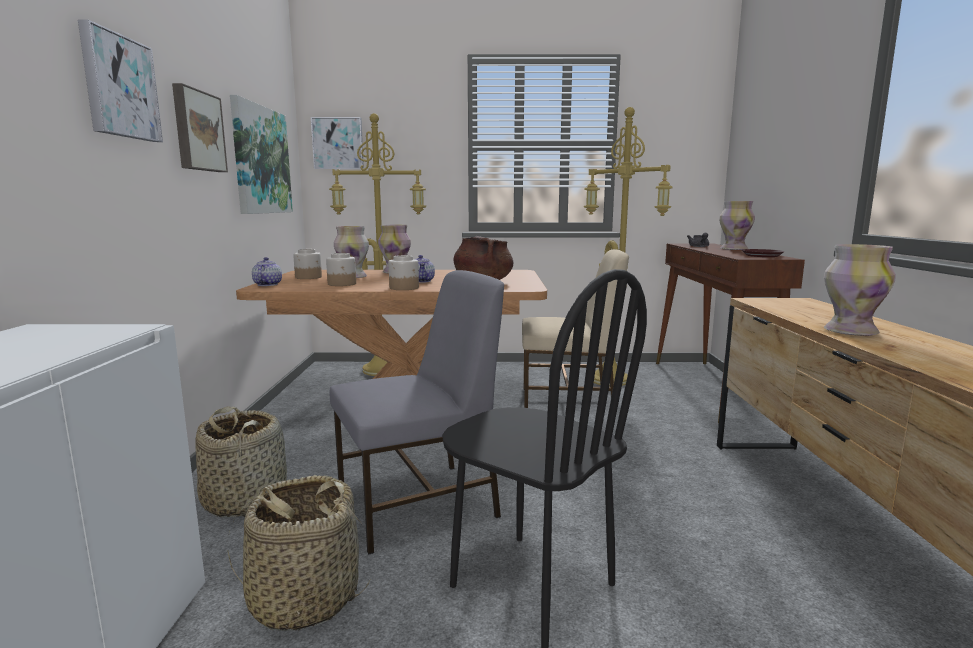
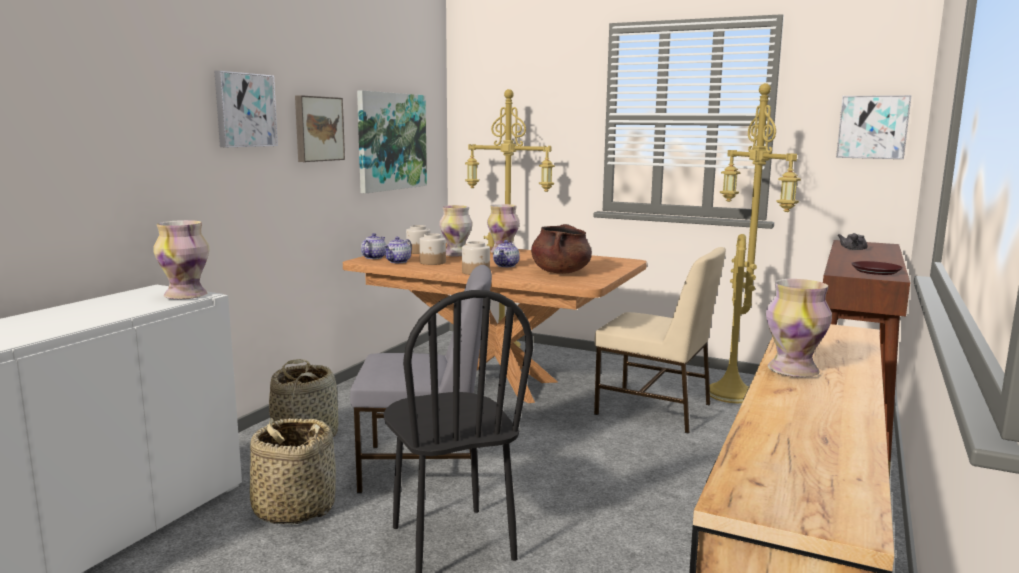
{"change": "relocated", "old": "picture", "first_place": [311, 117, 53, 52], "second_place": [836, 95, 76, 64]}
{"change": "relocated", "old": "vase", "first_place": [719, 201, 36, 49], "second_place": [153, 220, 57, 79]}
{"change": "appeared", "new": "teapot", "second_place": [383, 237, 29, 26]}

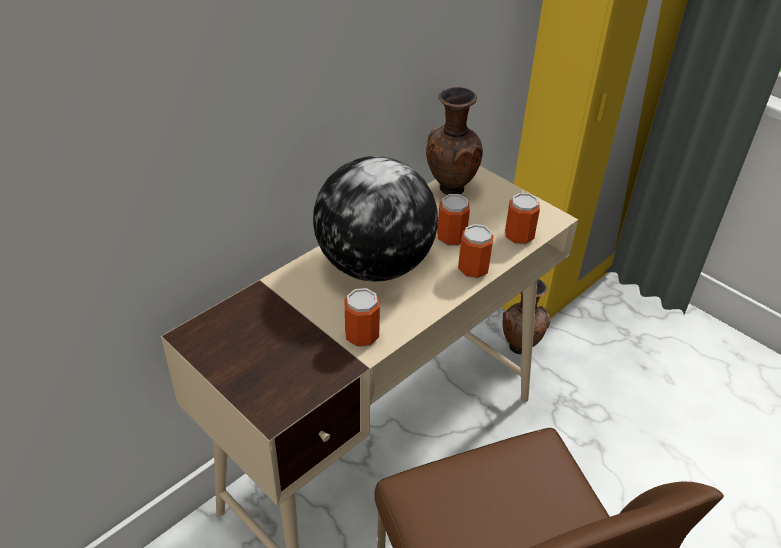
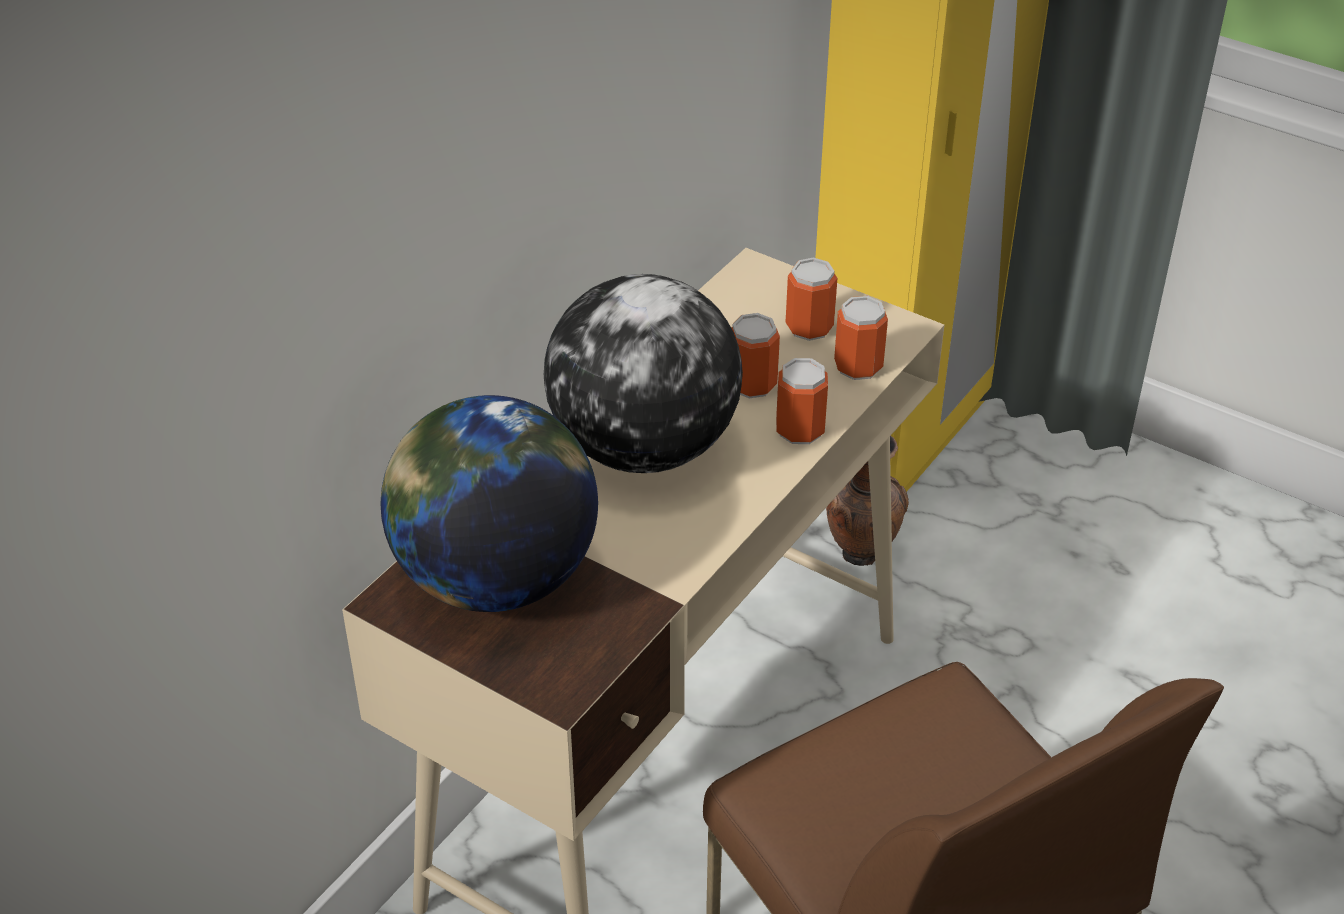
{"change": "relocated", "old": "can", "first_place": [345, 288, 35, 59], "second_place": [786, 257, 51, 84]}
{"change": "missing", "old": "brown vase", "first_place": [426, 87, 57, 108]}
{"change": "appeared", "new": "globe", "second_place": [380, 395, 218, 217]}

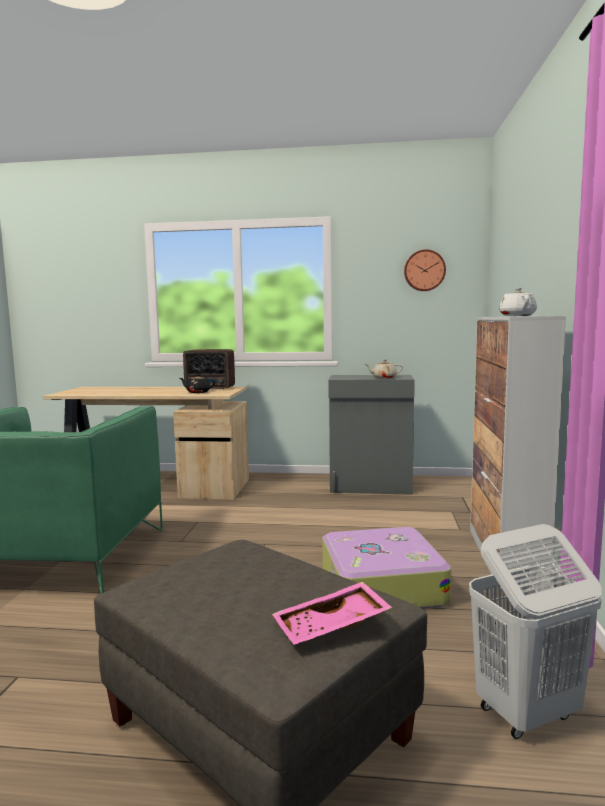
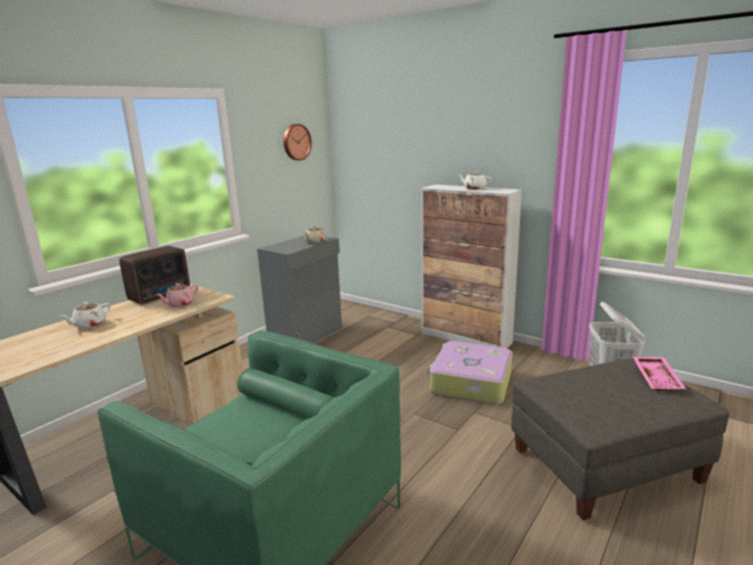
{"change": "colour", "old": "black teapot", "new": "pink teapot", "first_place": [180, 374, 35, 19], "second_place": [156, 283, 42, 24]}
{"change": "appeared", "new": "white teapot", "second_place": [60, 302, 51, 27]}

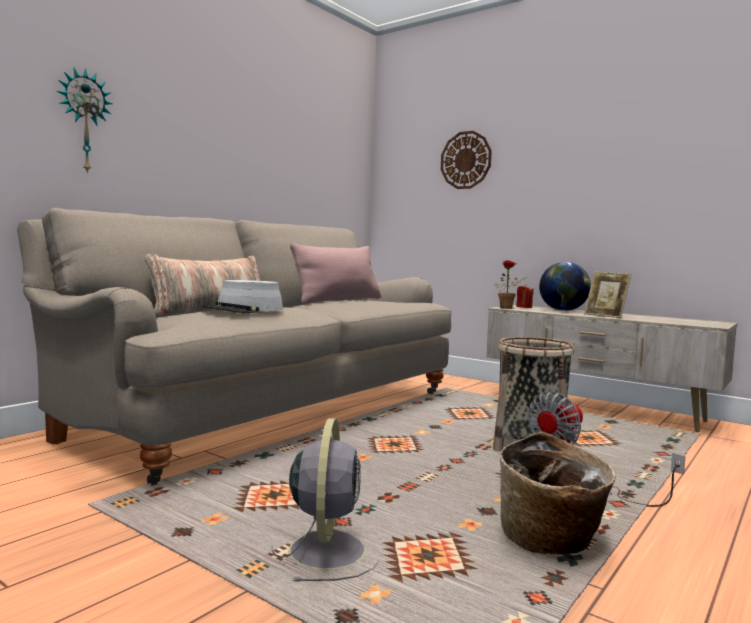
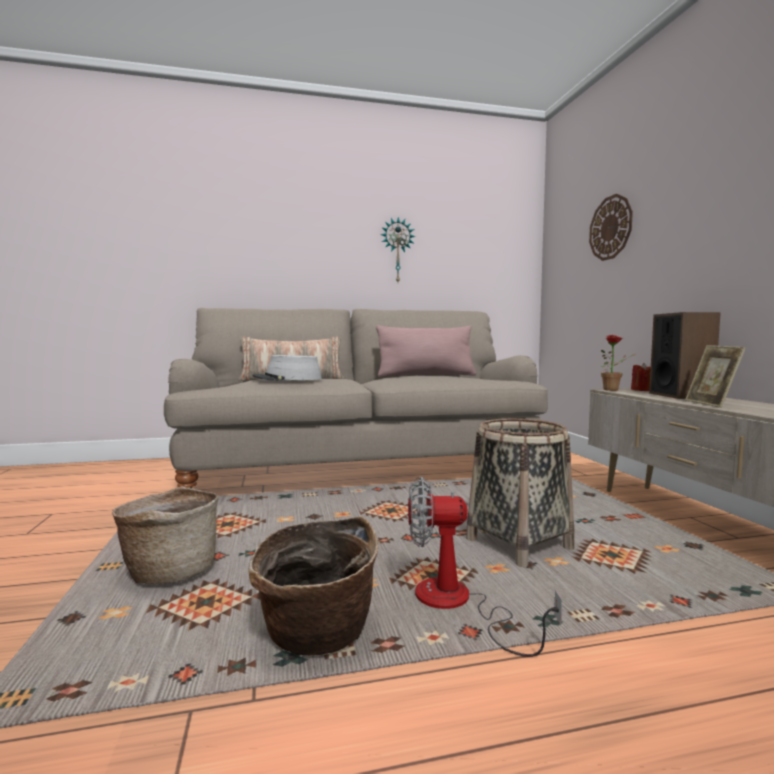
{"change": "relocated", "old": "wall clock", "first_place": [57, 68, 56, 106], "second_place": [381, 217, 35, 65]}
{"change": "exchanged", "old": "grey fan", "new": "basket", "first_place": [271, 418, 109, 164], "second_place": [112, 486, 106, 98]}
{"change": "exchanged", "old": "globe", "new": "speaker", "first_place": [539, 262, 52, 49], "second_place": [649, 312, 72, 87]}

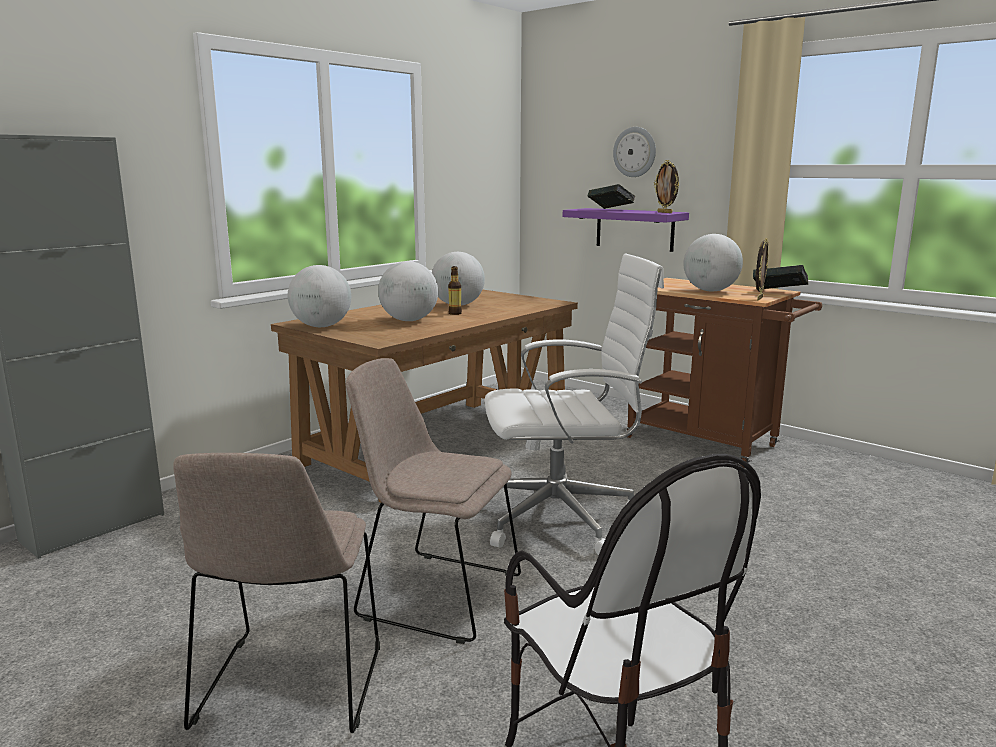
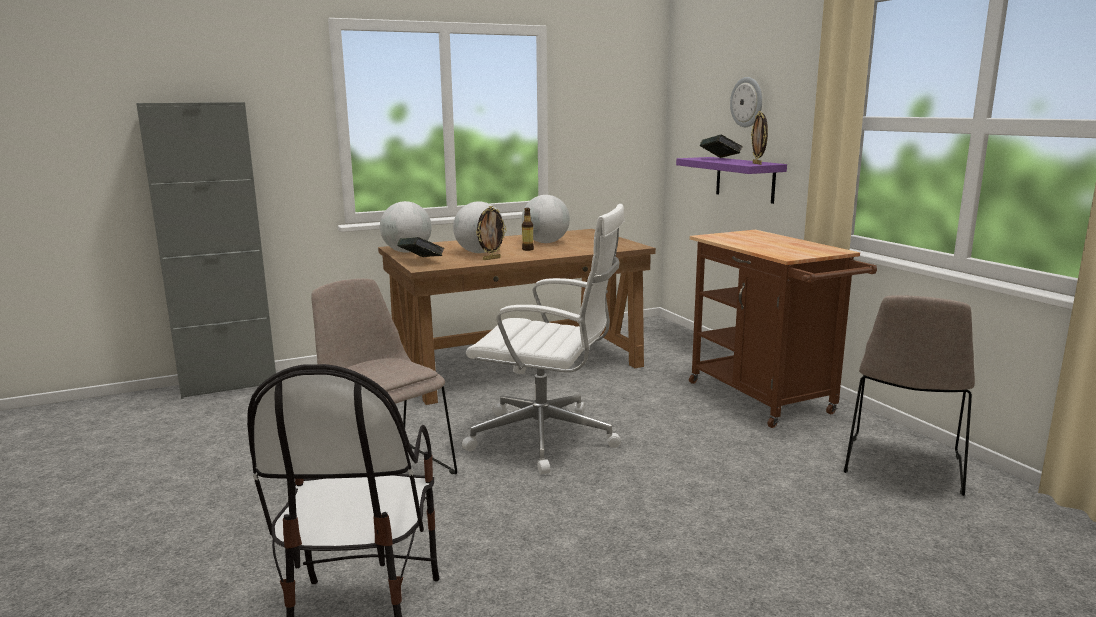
{"change": "relocated", "old": "beige chair", "first_place": [173, 453, 207, 280], "second_place": [844, 295, 131, 201]}
{"change": "missing", "old": "globe", "first_place": [683, 234, 60, 57]}
{"change": "relocated", "old": "book", "first_place": [753, 265, 55, 24], "second_place": [397, 237, 48, 20]}
{"change": "relocated", "old": "picture frame", "first_place": [756, 238, 12, 62], "second_place": [476, 206, 31, 54]}

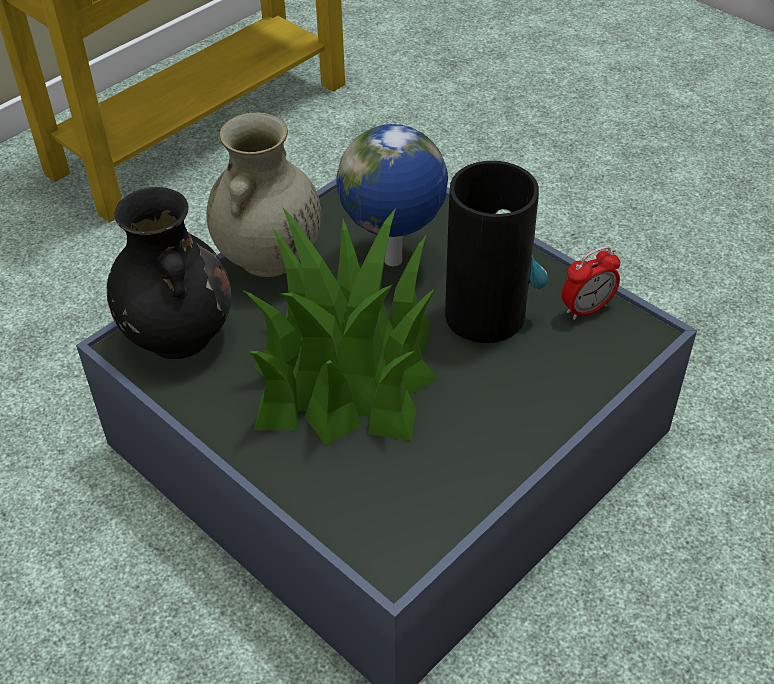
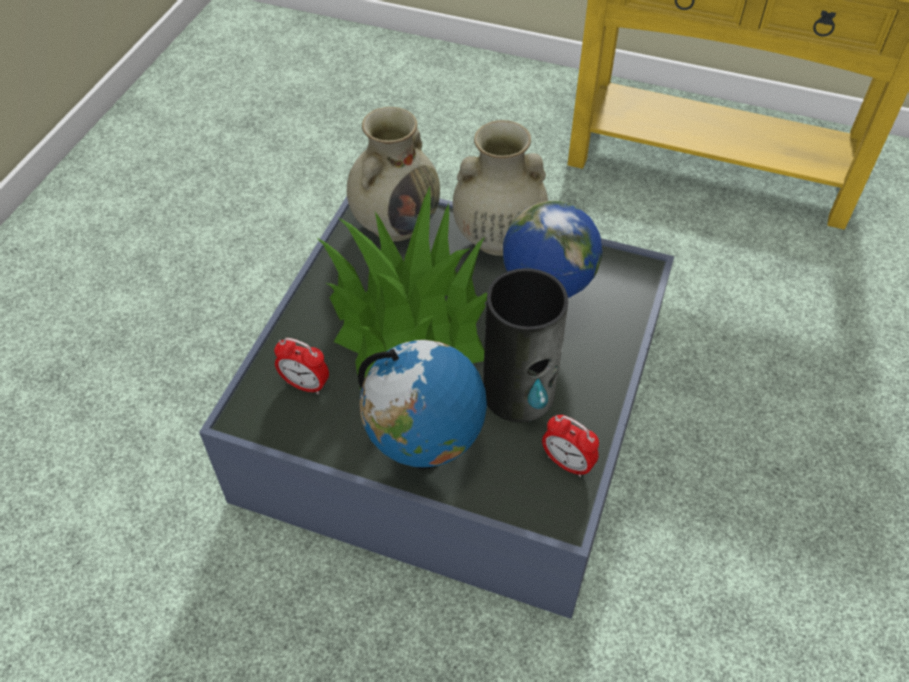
{"change": "colour", "old": "black vase", "new": "beige vase", "first_place": [107, 187, 124, 172], "second_place": [347, 107, 93, 134]}
{"change": "appeared", "new": "alarm clock", "second_place": [274, 338, 55, 56]}
{"change": "appeared", "new": "globe", "second_place": [358, 340, 129, 130]}

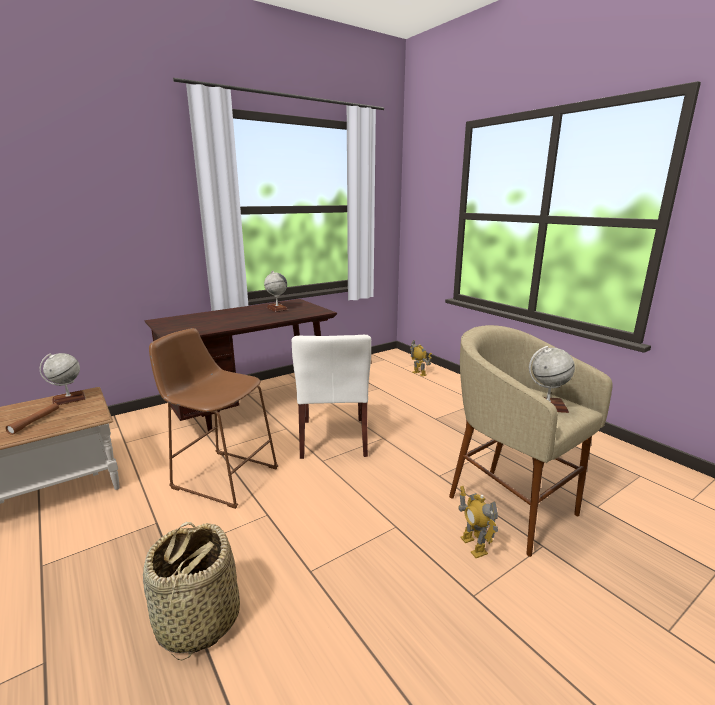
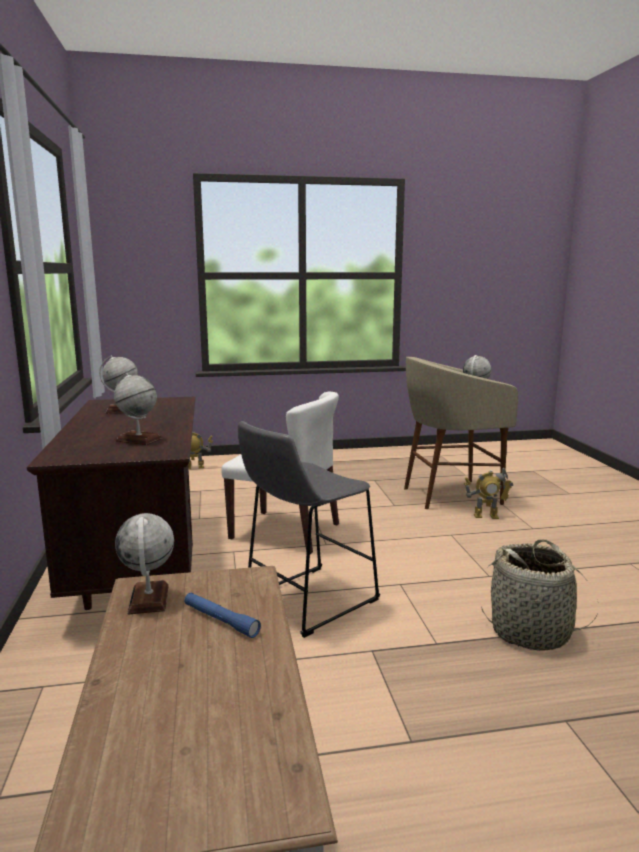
{"change": "colour", "old": "brown flashlight", "new": "blue flashlight", "first_place": [6, 403, 53, 32], "second_place": [184, 593, 77, 45]}
{"change": "colour", "old": "brown stool", "new": "grey stool", "first_place": [149, 328, 129, 181], "second_place": [238, 421, 142, 217]}
{"change": "appeared", "new": "globe", "second_place": [114, 373, 48, 72]}

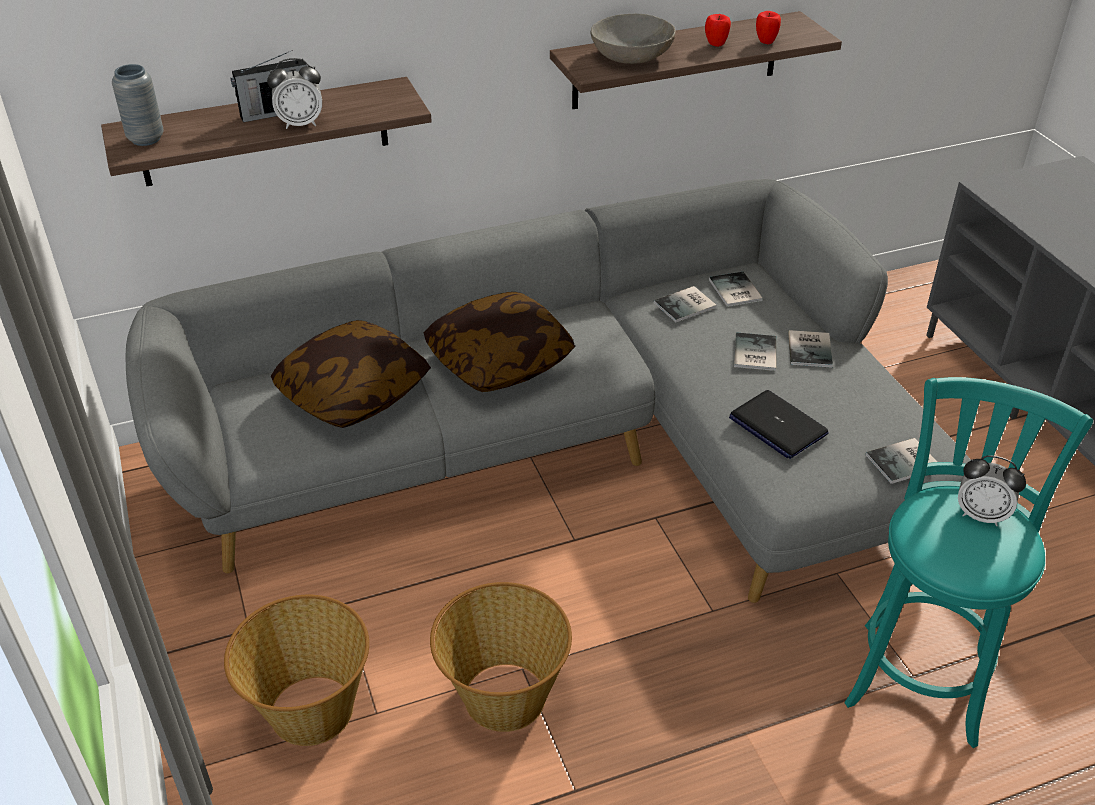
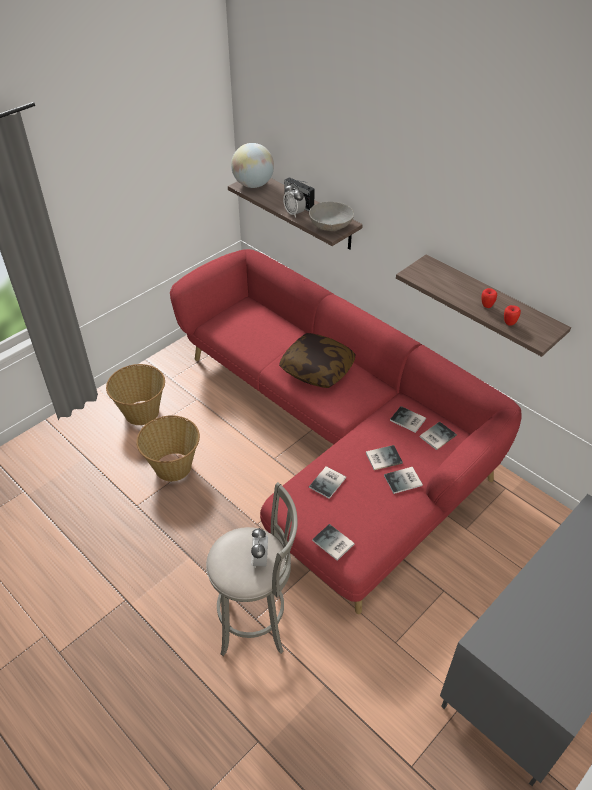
{"change": "exchanged", "old": "grey vase", "new": "globe", "first_place": [112, 64, 51, 82], "second_place": [231, 143, 43, 45]}
{"change": "colour", "old": "grey sofa", "new": "red sofa", "first_place": [126, 179, 845, 424], "second_place": [170, 249, 352, 365]}
{"change": "missing", "old": "pillow", "first_place": [271, 320, 160, 108]}
{"change": "relocated", "old": "grey bowl", "first_place": [591, 14, 85, 50], "second_place": [309, 202, 45, 29]}
{"change": "exchanged", "old": "laptop", "new": "book", "first_place": [729, 390, 100, 69], "second_place": [309, 466, 37, 33]}
{"change": "colour", "old": "turquoise stool", "new": "grey stool", "first_place": [845, 377, 248, 371], "second_place": [206, 482, 92, 174]}

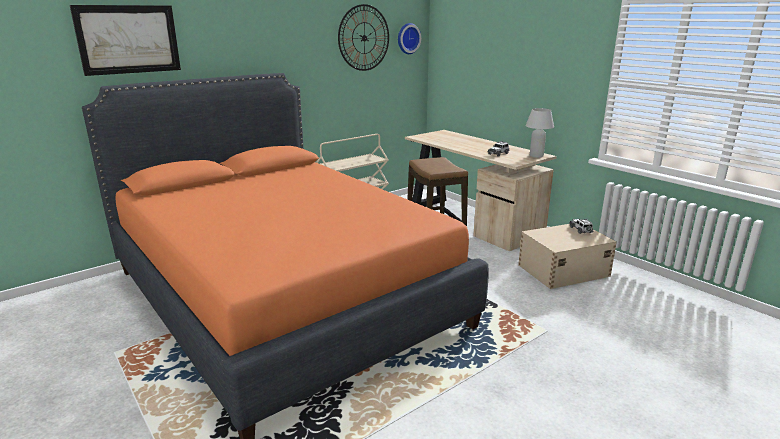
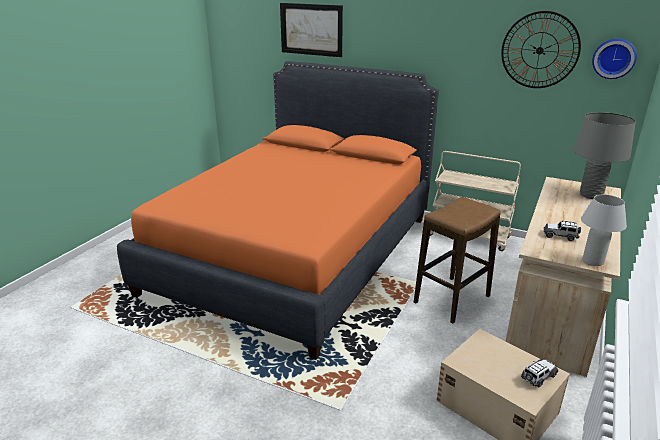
{"change": "appeared", "new": "grey table lamp", "second_place": [573, 112, 63, 87]}

